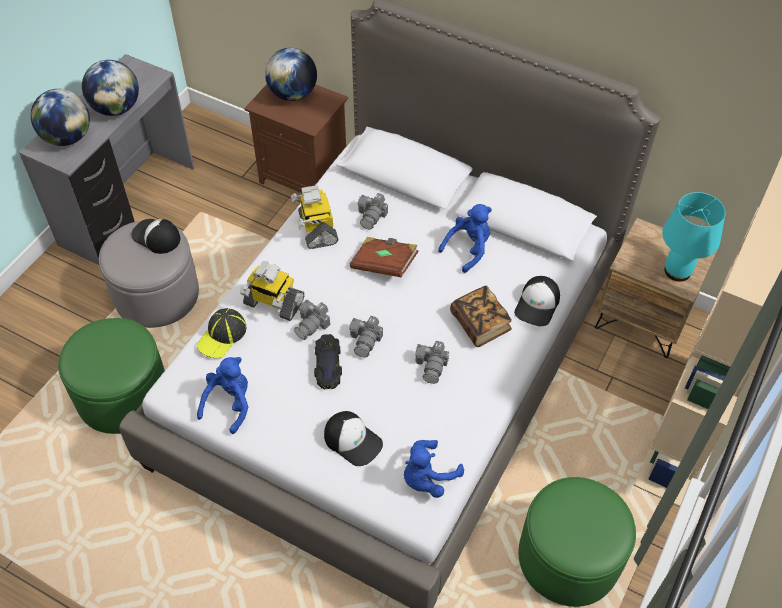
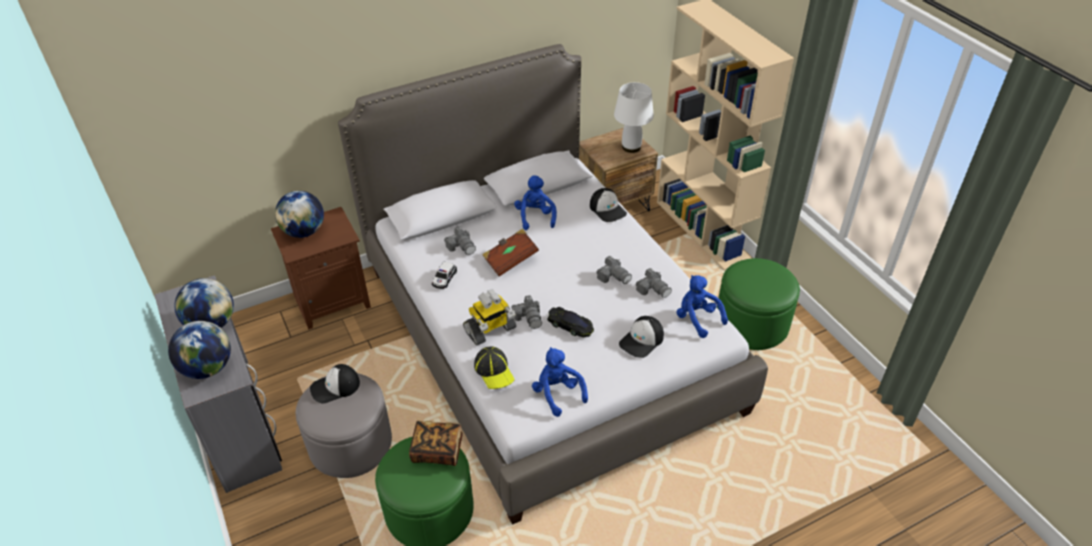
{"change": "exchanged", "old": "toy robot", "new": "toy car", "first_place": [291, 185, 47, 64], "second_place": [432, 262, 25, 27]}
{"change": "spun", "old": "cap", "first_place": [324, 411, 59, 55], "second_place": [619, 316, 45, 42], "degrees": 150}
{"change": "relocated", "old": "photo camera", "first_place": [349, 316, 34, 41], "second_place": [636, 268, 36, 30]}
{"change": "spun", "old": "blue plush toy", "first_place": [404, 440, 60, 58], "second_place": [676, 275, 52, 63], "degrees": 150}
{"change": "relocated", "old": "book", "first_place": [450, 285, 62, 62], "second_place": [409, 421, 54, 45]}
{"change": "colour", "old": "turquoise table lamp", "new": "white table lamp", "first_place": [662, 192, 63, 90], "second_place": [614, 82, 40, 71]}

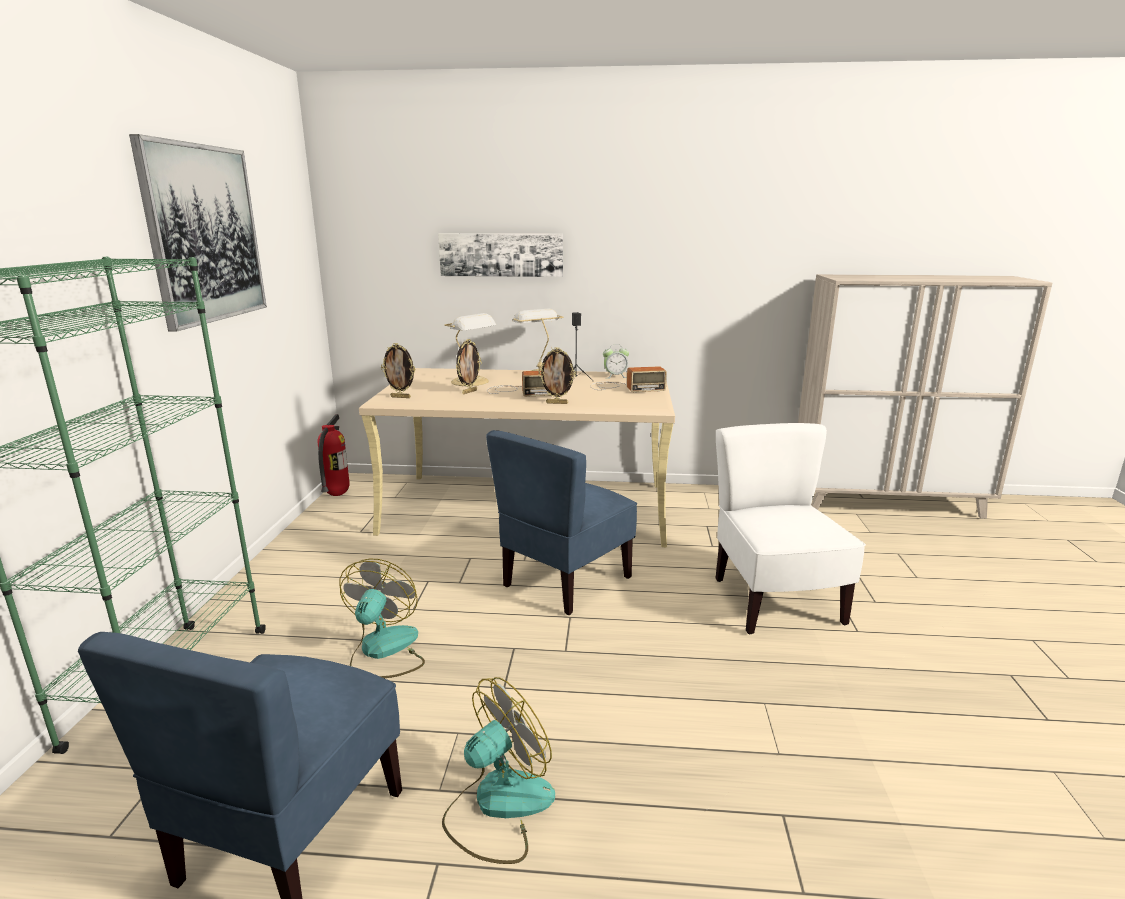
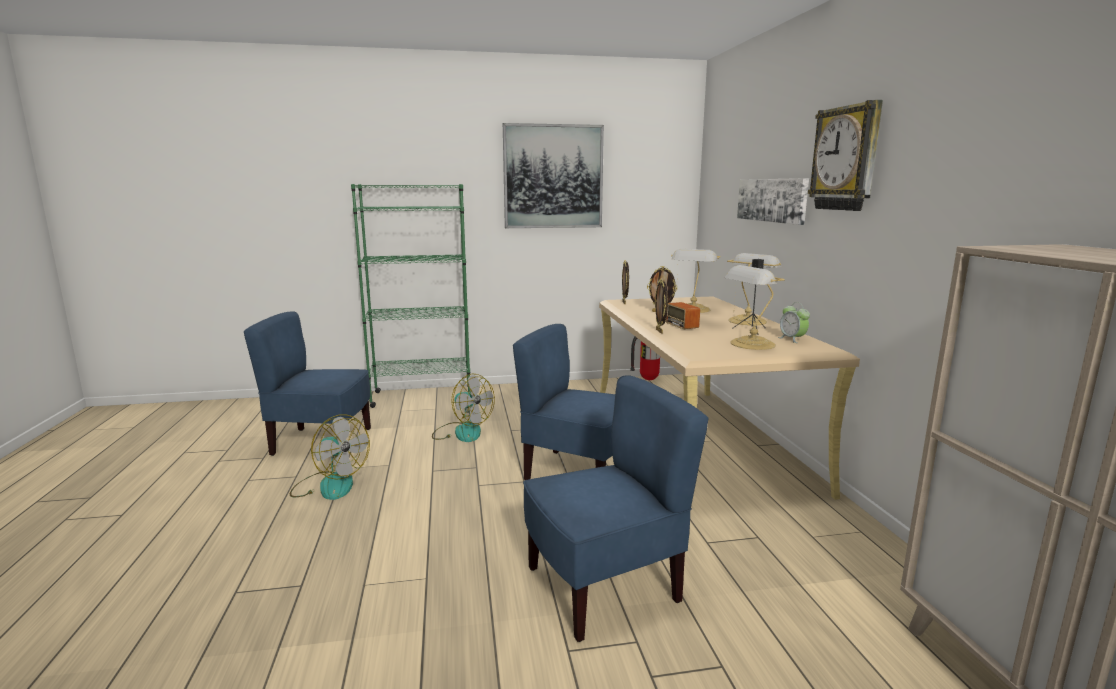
{"change": "spun", "old": "fan", "first_place": [340, 559, 85, 119], "second_place": [432, 374, 63, 68], "degrees": 45}
{"change": "exchanged", "old": "radio", "new": "table lamp", "first_place": [590, 366, 77, 26], "second_place": [724, 265, 61, 85]}
{"change": "colour", "old": "white chair", "new": "blue chair", "first_place": [715, 423, 151, 211], "second_place": [523, 375, 186, 267]}
{"change": "appeared", "new": "wall clock", "second_place": [808, 100, 75, 111]}

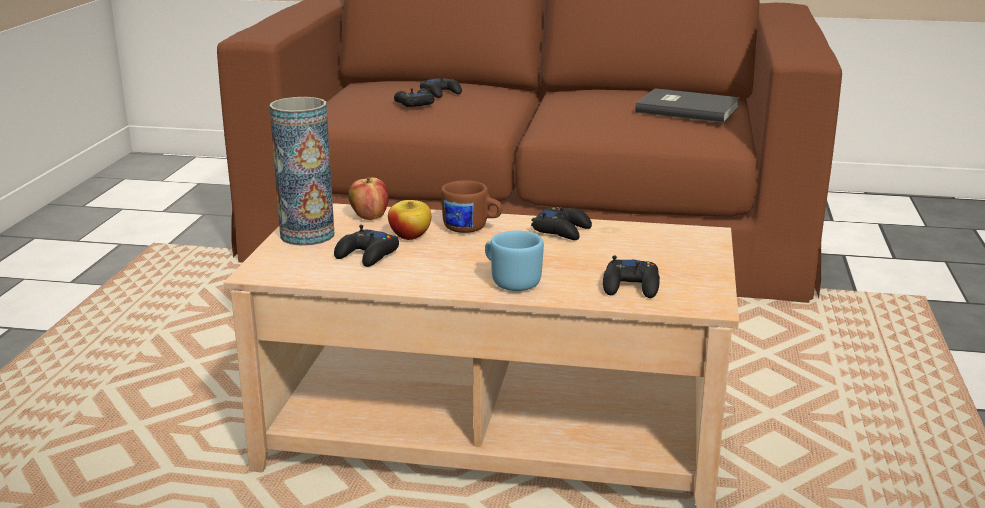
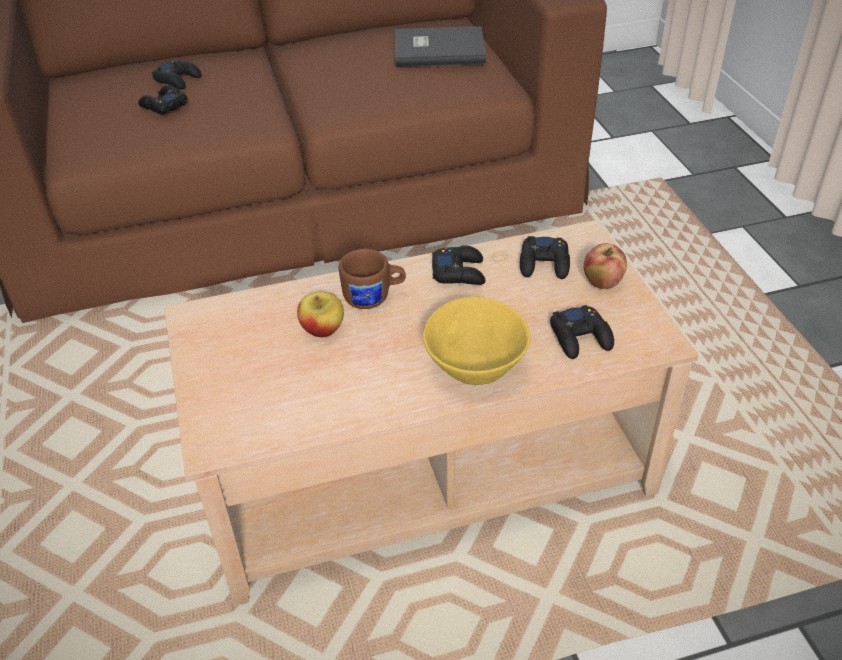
{"change": "missing", "old": "vase", "first_place": [270, 97, 64, 149]}
{"change": "relocated", "old": "black game controller", "first_place": [334, 225, 65, 42], "second_place": [520, 236, 50, 43]}
{"change": "relocated", "old": "apple", "first_place": [348, 177, 41, 43], "second_place": [584, 243, 43, 46]}
{"change": "exchanged", "old": "blue mug", "new": "yellow bowl", "first_place": [485, 231, 59, 60], "second_place": [423, 297, 107, 88]}

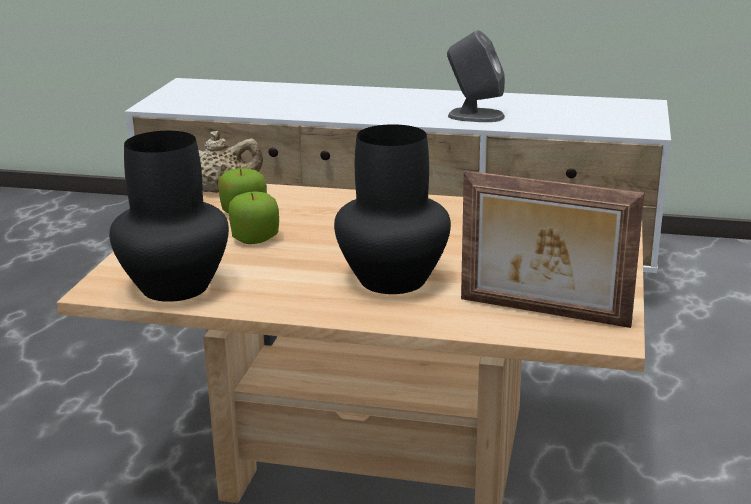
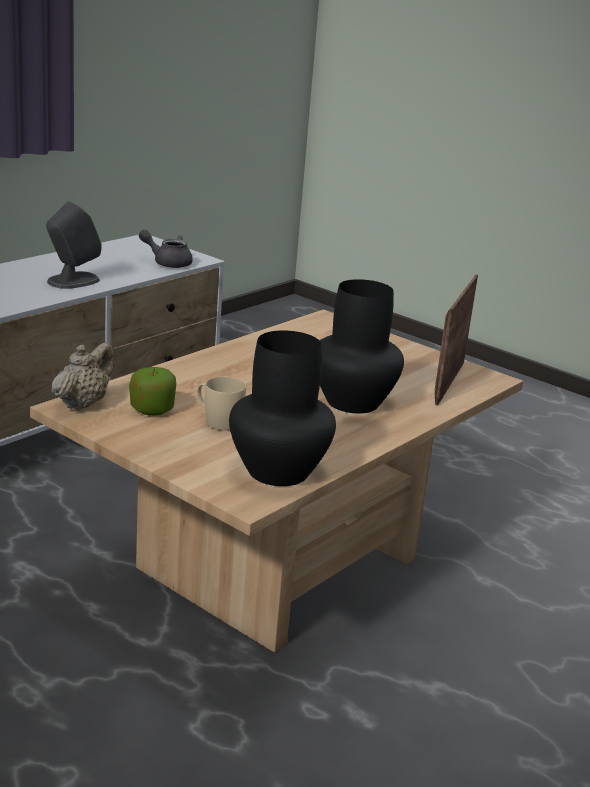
{"change": "exchanged", "old": "apple", "new": "beige mug", "first_place": [229, 191, 50, 53], "second_place": [197, 377, 49, 54]}
{"change": "spun", "old": "picture frame", "first_place": [461, 171, 183, 157], "second_place": [434, 275, 44, 130], "degrees": 150}
{"change": "appeared", "new": "grey teapot", "second_place": [139, 230, 54, 38]}

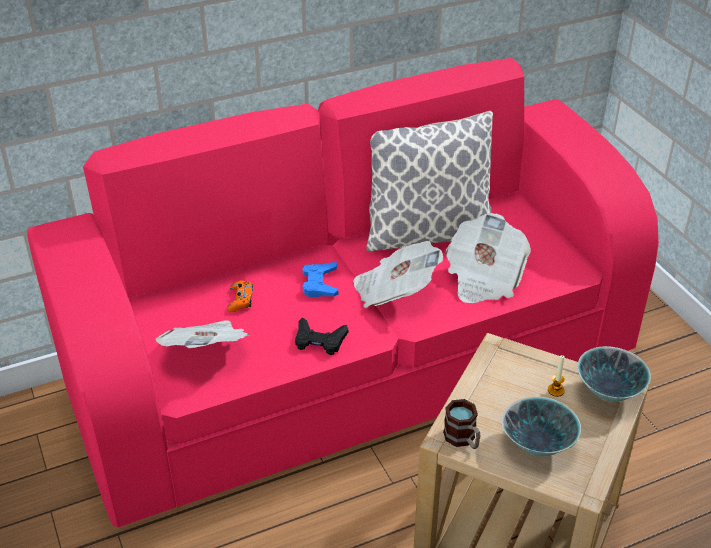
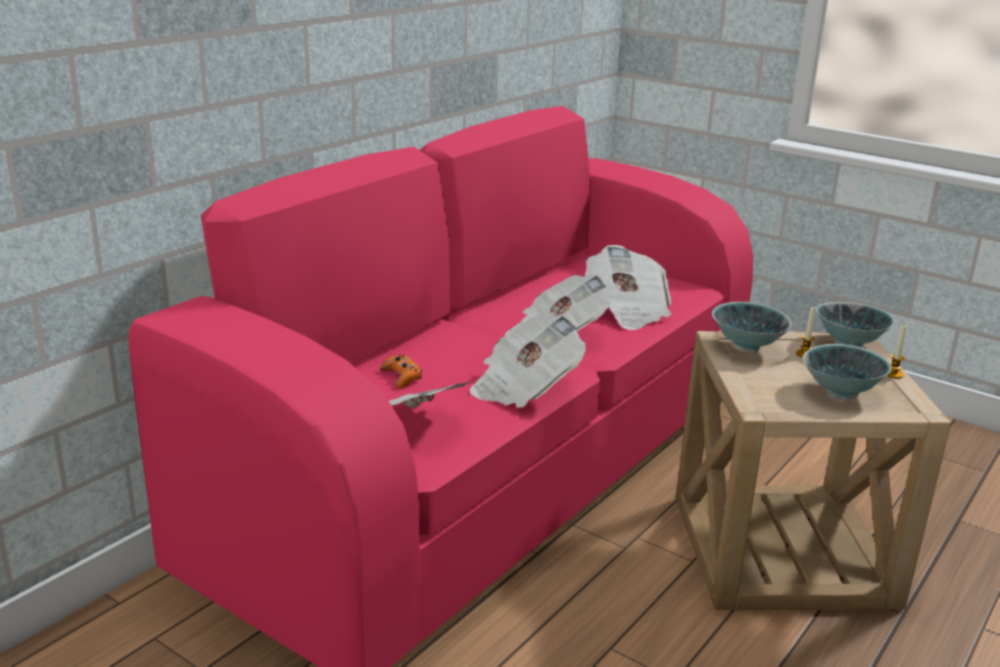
{"change": "exchanged", "old": "black game controller", "new": "newspaper", "first_place": [295, 317, 53, 38], "second_place": [470, 315, 116, 93]}
{"change": "missing", "old": "blue game controller", "first_place": [303, 262, 35, 35]}
{"change": "missing", "old": "pillow", "first_place": [366, 111, 127, 141]}
{"change": "missing", "old": "mug", "first_place": [443, 399, 37, 50]}
{"change": "appeared", "new": "bowl", "second_place": [712, 302, 80, 51]}
{"change": "appeared", "new": "candle", "second_place": [887, 325, 20, 53]}

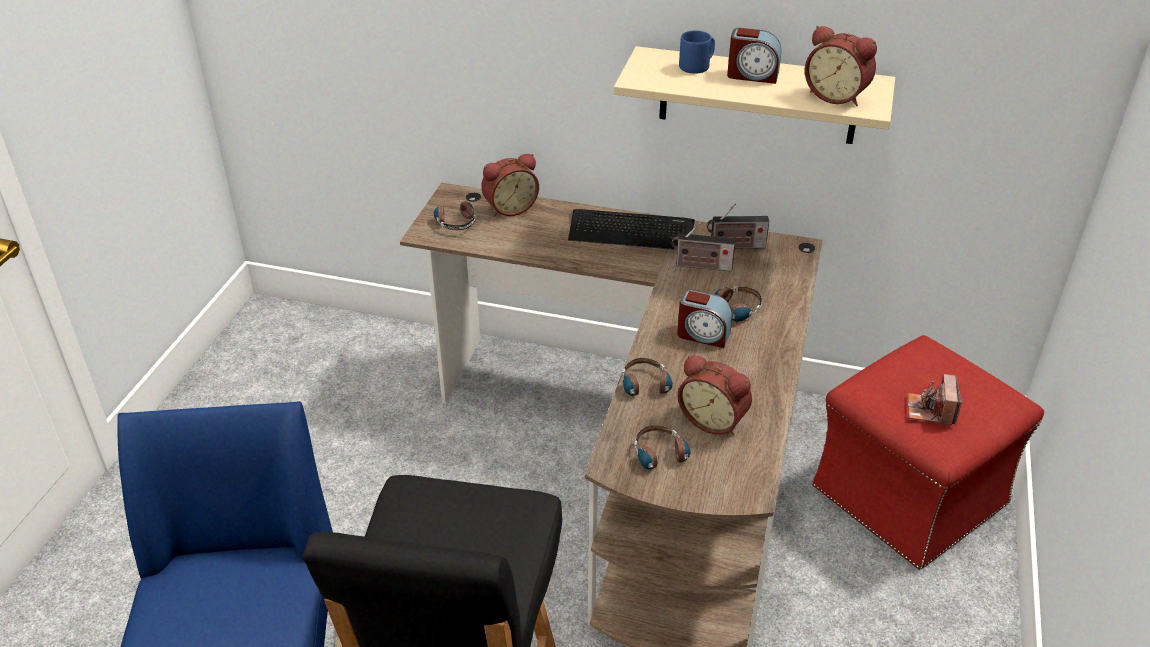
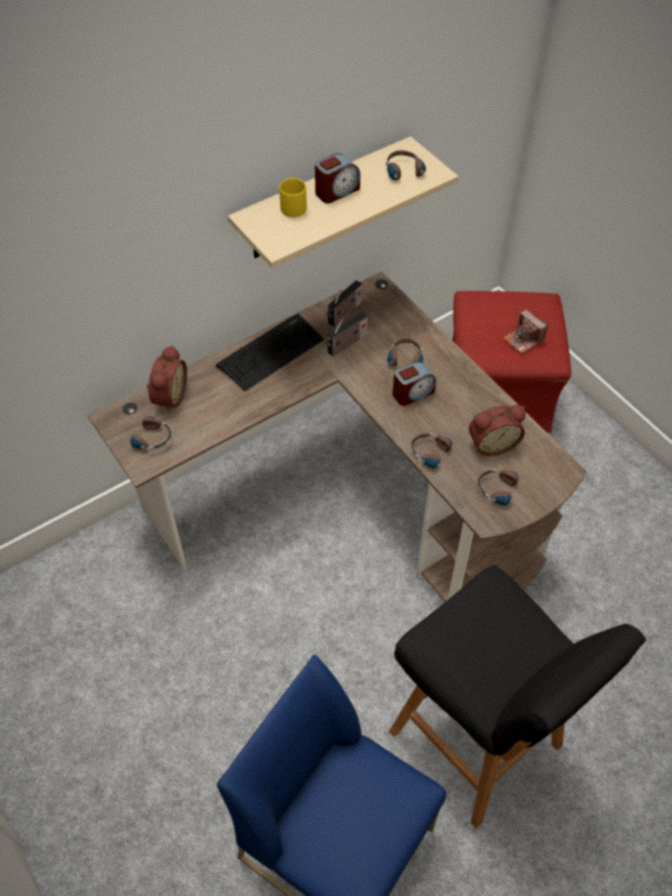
{"change": "colour", "old": "blue mug", "new": "yellow mug", "first_place": [679, 30, 36, 44], "second_place": [279, 178, 28, 39]}
{"change": "exchanged", "old": "alarm clock", "new": "headphones", "first_place": [805, 26, 72, 80], "second_place": [386, 151, 40, 29]}

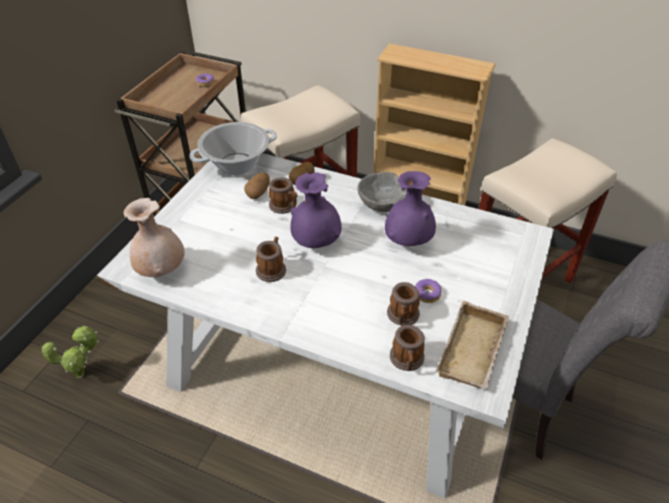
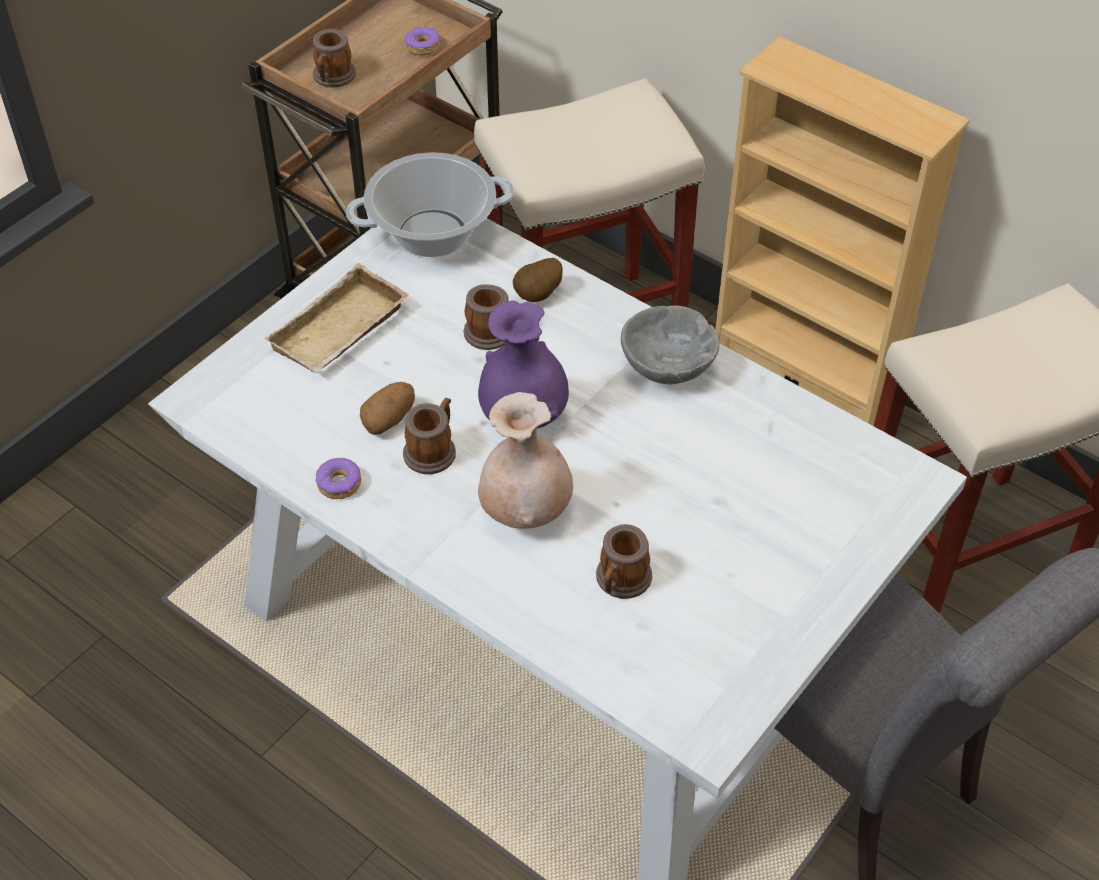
{"change": "missing", "old": "potted plant", "first_place": [41, 326, 58, 52]}
{"change": "relocated", "old": "beige vase", "first_place": [123, 198, 62, 79], "second_place": [478, 392, 95, 137]}
{"change": "relocated", "old": "potato", "first_place": [244, 172, 26, 27], "second_place": [360, 382, 55, 53]}
{"change": "missing", "old": "purple vase", "first_place": [385, 171, 51, 75]}
{"change": "relocated", "old": "mug", "first_place": [390, 325, 35, 46], "second_place": [313, 29, 43, 59]}
{"change": "relocated", "old": "donut", "first_place": [415, 279, 27, 24], "second_place": [315, 458, 46, 41]}
{"change": "relocated", "old": "beige tray", "first_place": [436, 301, 73, 89], "second_place": [264, 263, 145, 110]}

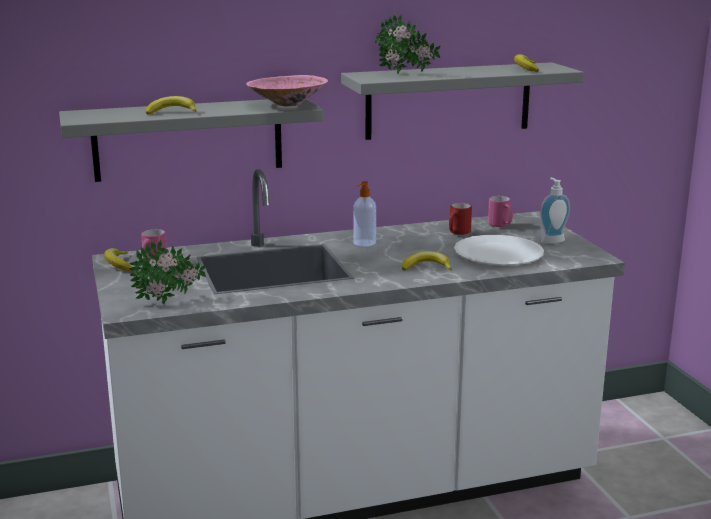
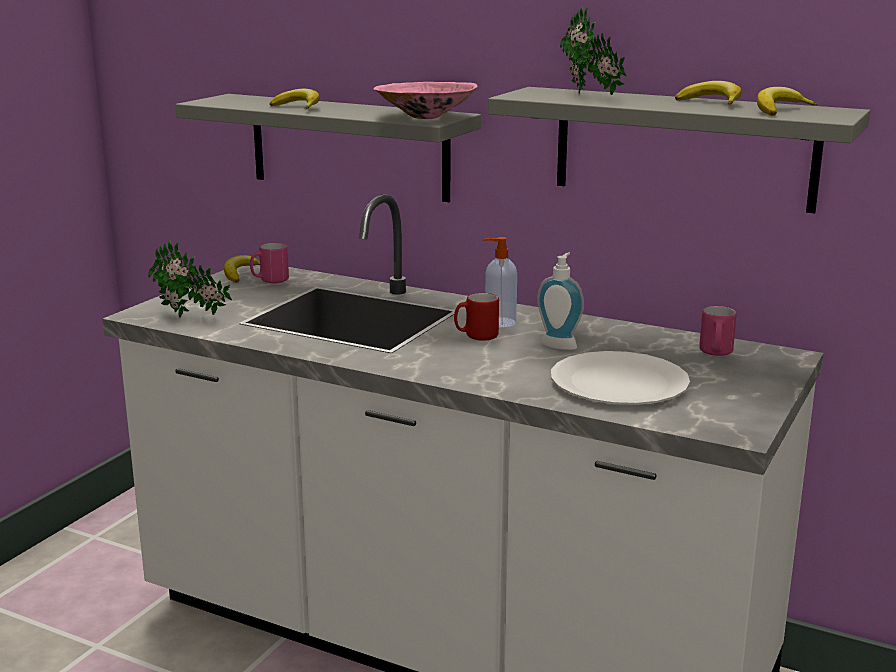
{"change": "relocated", "old": "banana", "first_place": [402, 251, 50, 20], "second_place": [675, 81, 66, 24]}
{"change": "relocated", "old": "red mug", "first_place": [449, 203, 23, 32], "second_place": [454, 293, 45, 48]}
{"change": "relocated", "old": "soap dispenser", "first_place": [540, 178, 30, 66], "second_place": [537, 253, 47, 97]}

